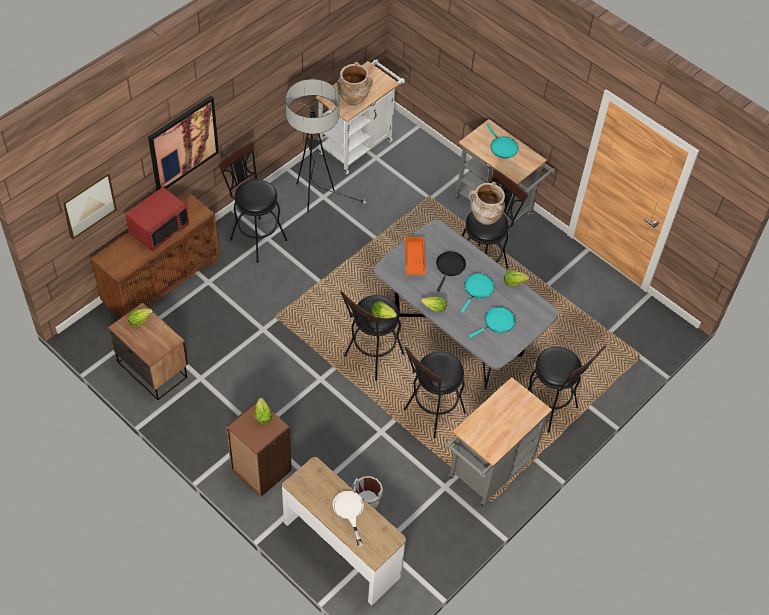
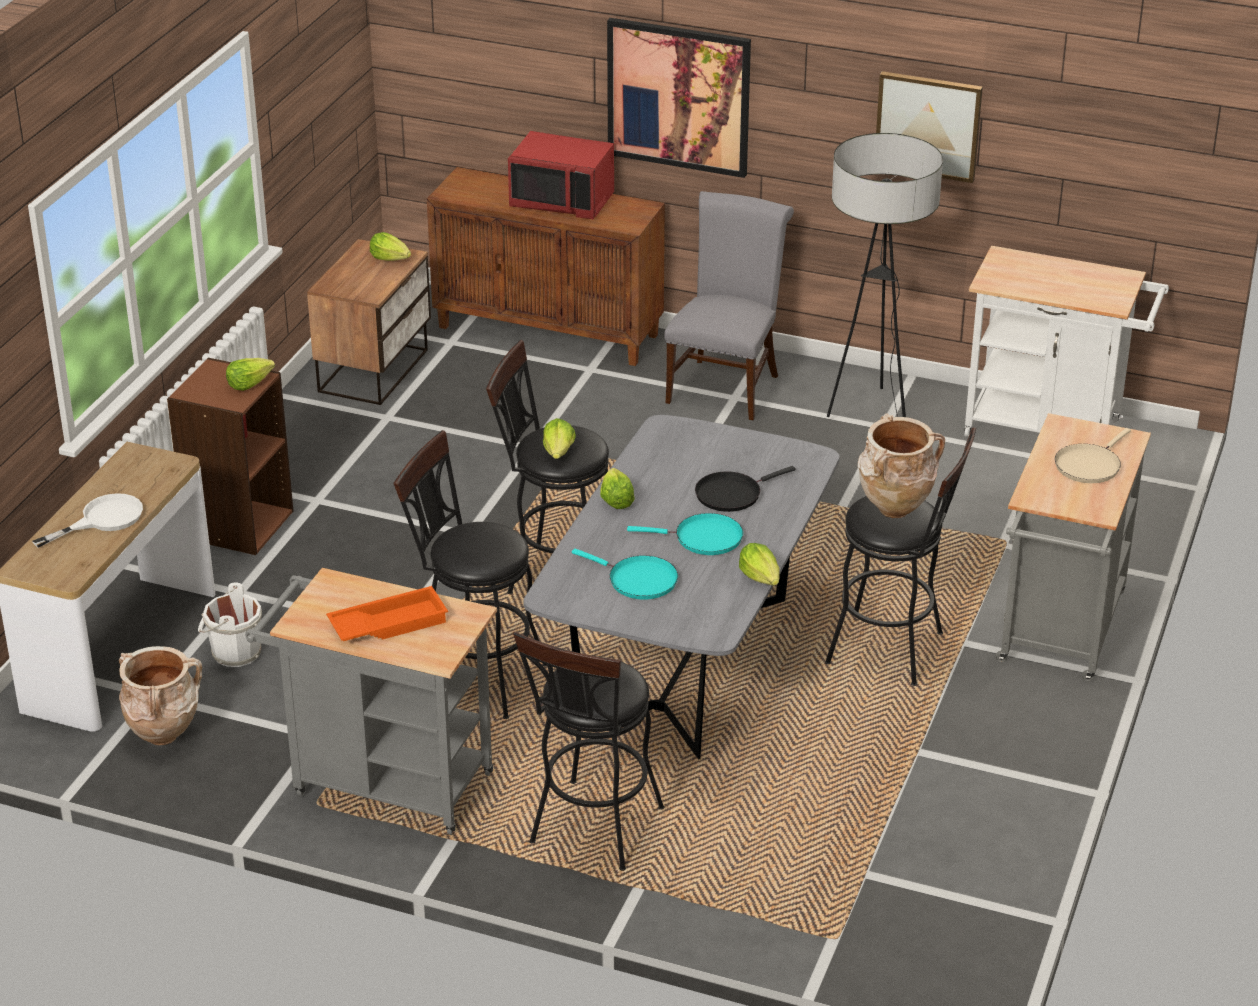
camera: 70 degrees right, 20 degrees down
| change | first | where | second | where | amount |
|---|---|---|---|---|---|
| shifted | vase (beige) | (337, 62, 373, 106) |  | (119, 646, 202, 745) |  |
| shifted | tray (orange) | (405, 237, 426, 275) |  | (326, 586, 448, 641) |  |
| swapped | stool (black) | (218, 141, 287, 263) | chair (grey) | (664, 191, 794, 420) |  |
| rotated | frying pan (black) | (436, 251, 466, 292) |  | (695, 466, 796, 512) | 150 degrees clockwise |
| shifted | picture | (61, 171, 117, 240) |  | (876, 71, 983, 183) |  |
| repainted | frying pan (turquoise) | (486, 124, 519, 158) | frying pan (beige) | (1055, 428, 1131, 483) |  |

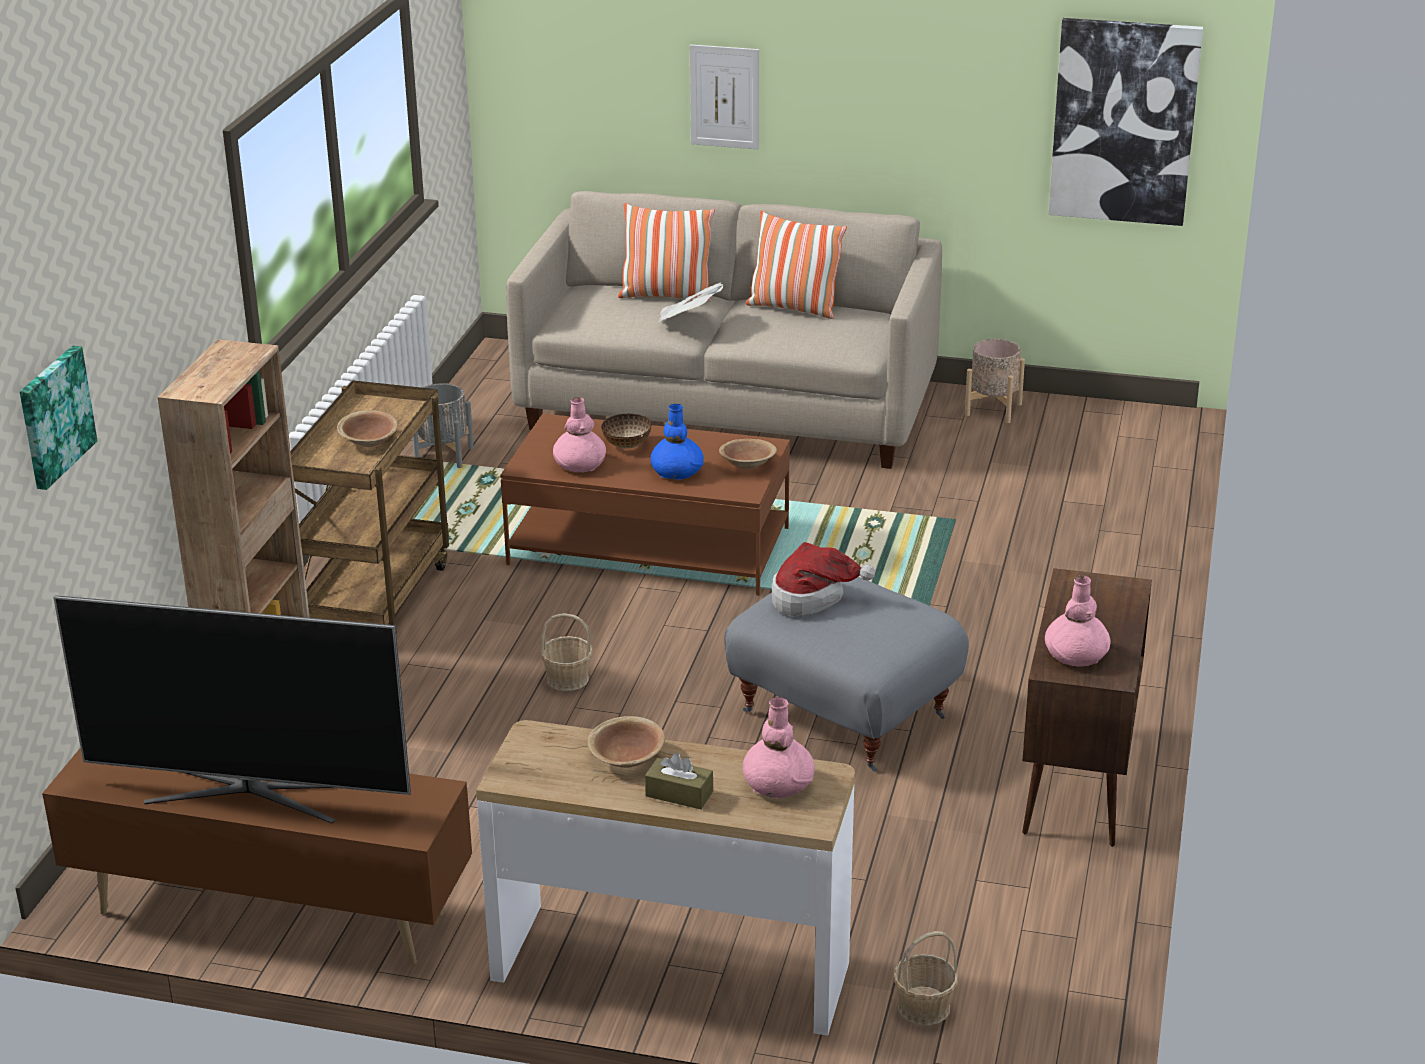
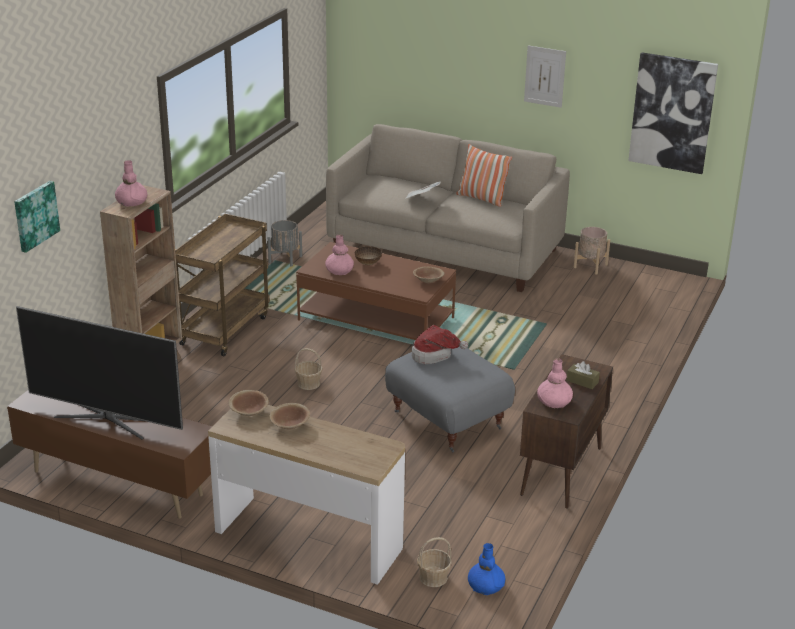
camera: 10 degrees right, 0 degrees up
| change | first | where | second | where | amount |
|---|---|---|---|---|---|
| shifted | vase (pink) | (742, 697, 815, 799) |  | (115, 161, 147, 206) |  |
| shifted | bowl (brown) | (337, 410, 398, 447) |  | (229, 390, 269, 416) |  |
| shifted | vase (blue) | (650, 404, 704, 480) |  | (468, 543, 505, 595) |  |
| shifted | picture | (690, 44, 759, 150) |  | (524, 45, 566, 108) |  |
| shifted | tissue box (brown) | (645, 753, 713, 809) |  | (566, 361, 600, 389) |  |
| gone | pillow | (618, 203, 715, 302) |  |  |  |

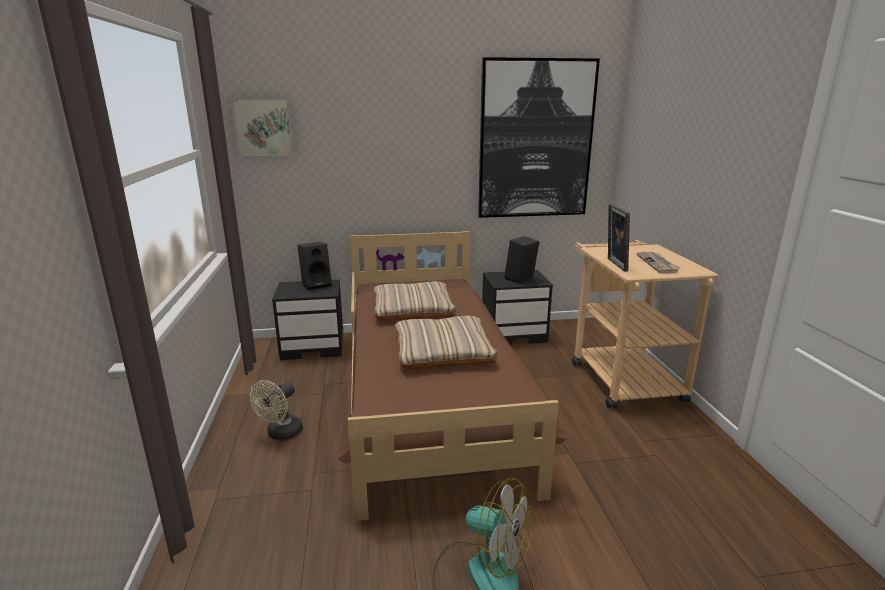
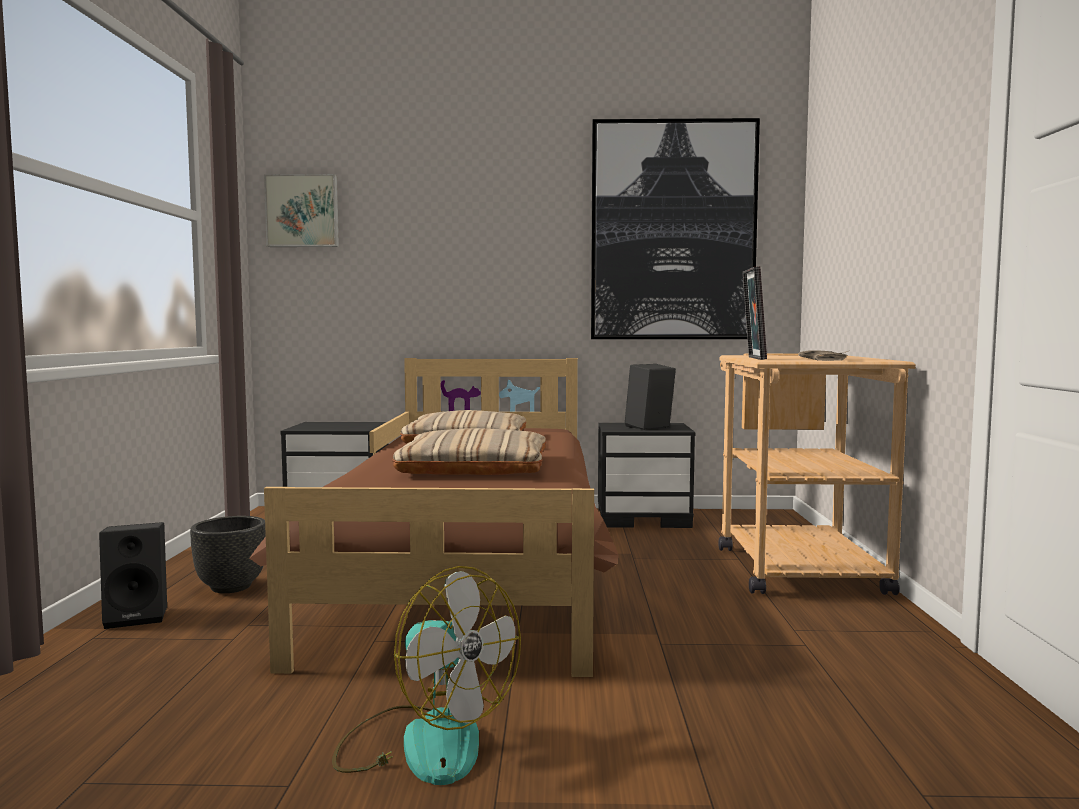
camera: 10 degrees right, 15 degrees down
| change | first | where | second | where | amount |
|---|---|---|---|---|---|
| shifted | speaker (black) | (297, 242, 332, 290) |  | (99, 522, 167, 629) |  |
| swapped | fan (beige) | (250, 380, 303, 440) | planter (black) | (190, 516, 266, 593) |  |

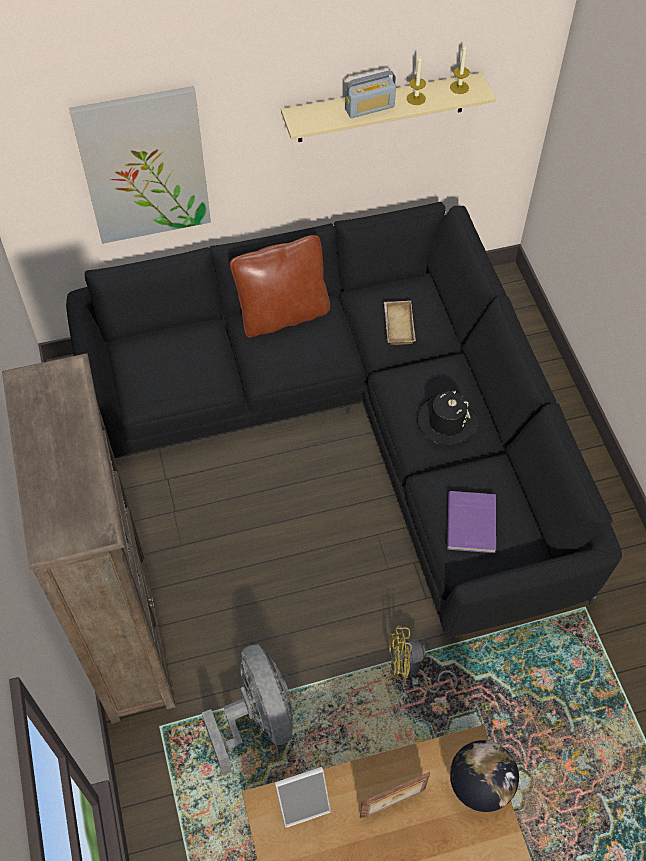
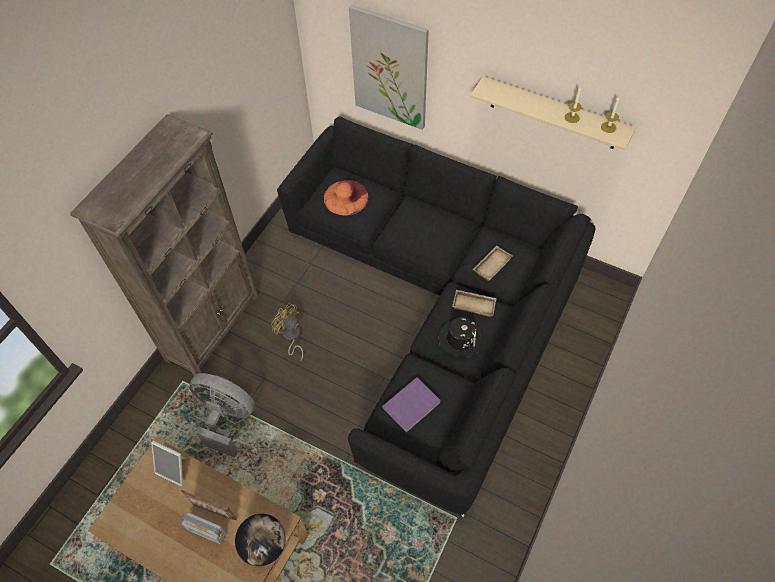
camera: 45 degrees right, 0 degrees up
| change | first | where | second | where | amount |
|---|---|---|---|---|---|
| shifted | radio | (345, 70, 396, 118) |  | (181, 512, 227, 544) |  |
| rotated | fan (grey) | (202, 645, 293, 775) |  | (189, 373, 255, 458) | 90 degrees counterclockwise |
| shifted | fan (yellow) | (389, 625, 458, 693) |  | (271, 303, 303, 361) |  |
| new |  |  | hat (orange) | (324, 180, 369, 216) |  |
| new |  |  | tray (beige) | (452, 290, 497, 317) |  |
| gone | pillow (brown) | (230, 235, 330, 338) |  |  |  |

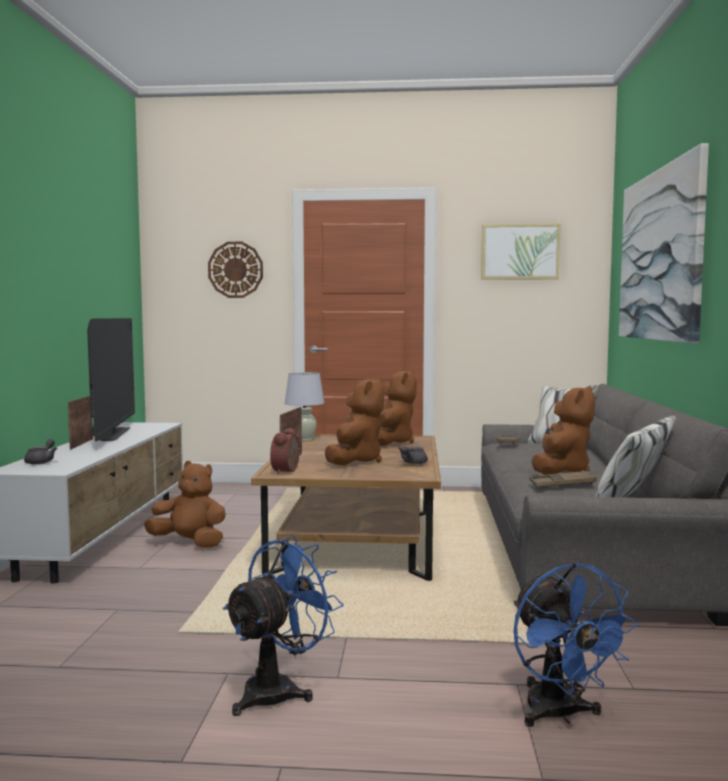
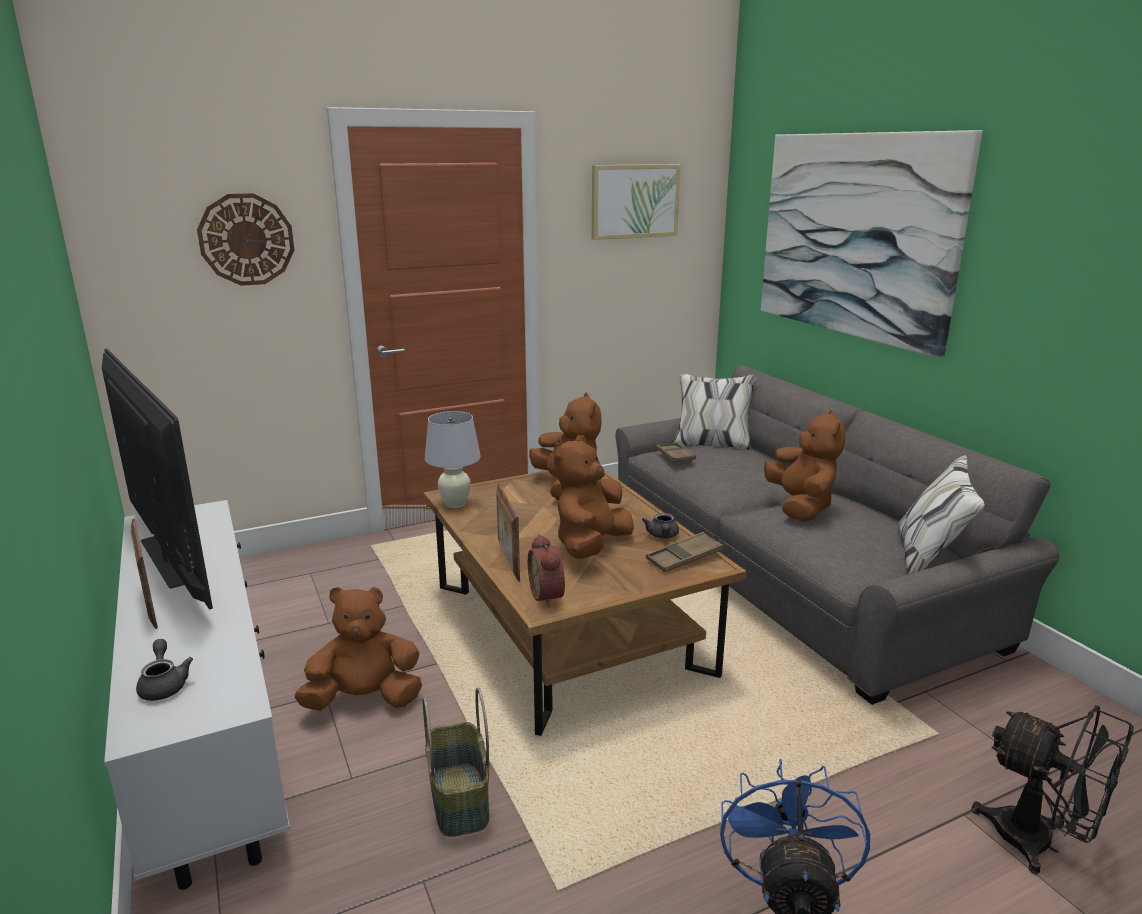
camera: 30 degrees left, 15 degrees up
| change | first | where | second | where | amount |
|---|---|---|---|---|---|
| new |  |  | basket | (423, 688, 490, 837) |  |
| rotated | plush toy (brown) | (325, 377, 385, 466) |  | (554, 435, 634, 559) | 135 degrees counterclockwise |
| shifted | tray (brown) | (530, 471, 597, 487) |  | (646, 532, 723, 572) |  |
| repainted | fan (blue) | (514, 563, 639, 727) | fan (black) | (971, 705, 1134, 874) |  |

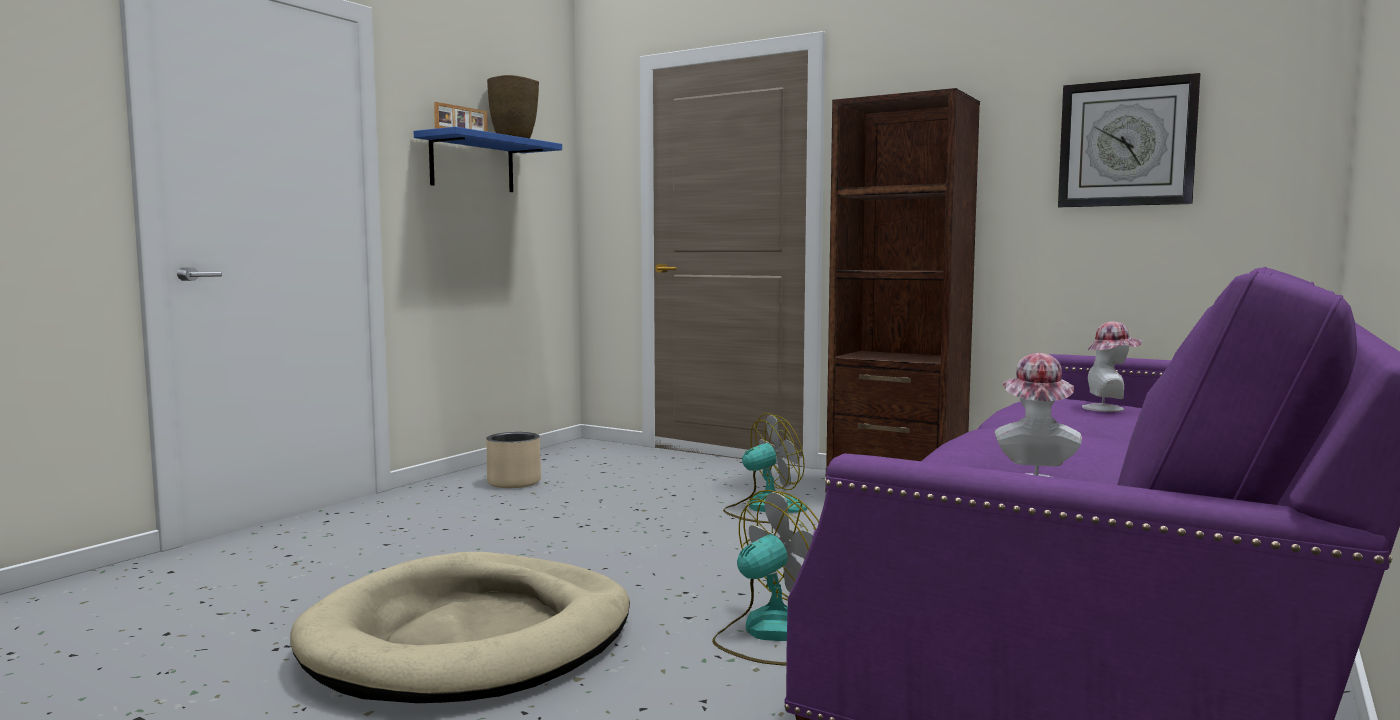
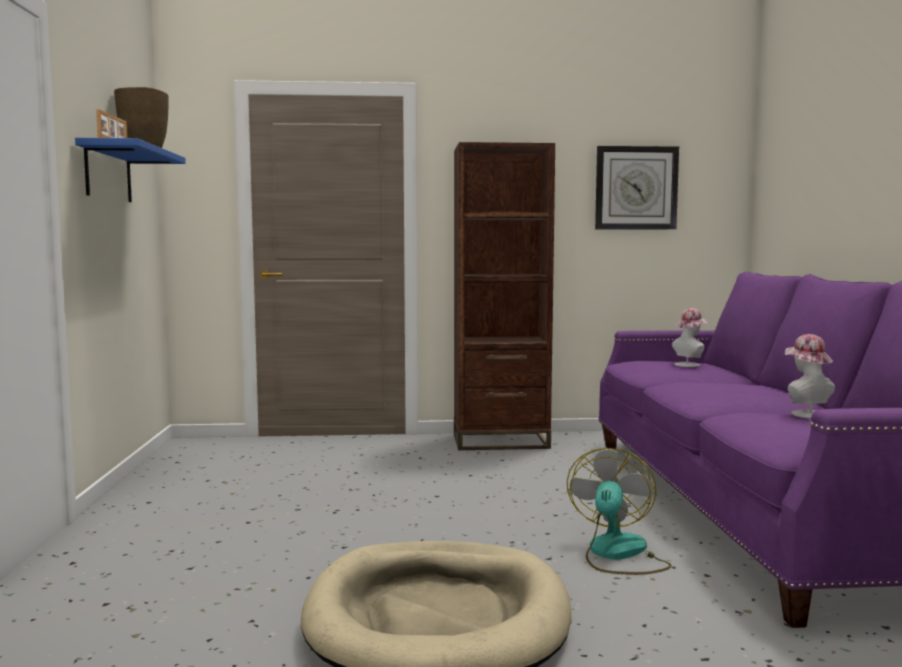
camera: 35 degrees left, 0 degrees up
| change | first | where | second | where | amount |
|---|---|---|---|---|---|
| gone | planter (beige) | (486, 432, 541, 488) |  |  |  |
| gone | fan | (723, 413, 807, 523) |  |  |  |

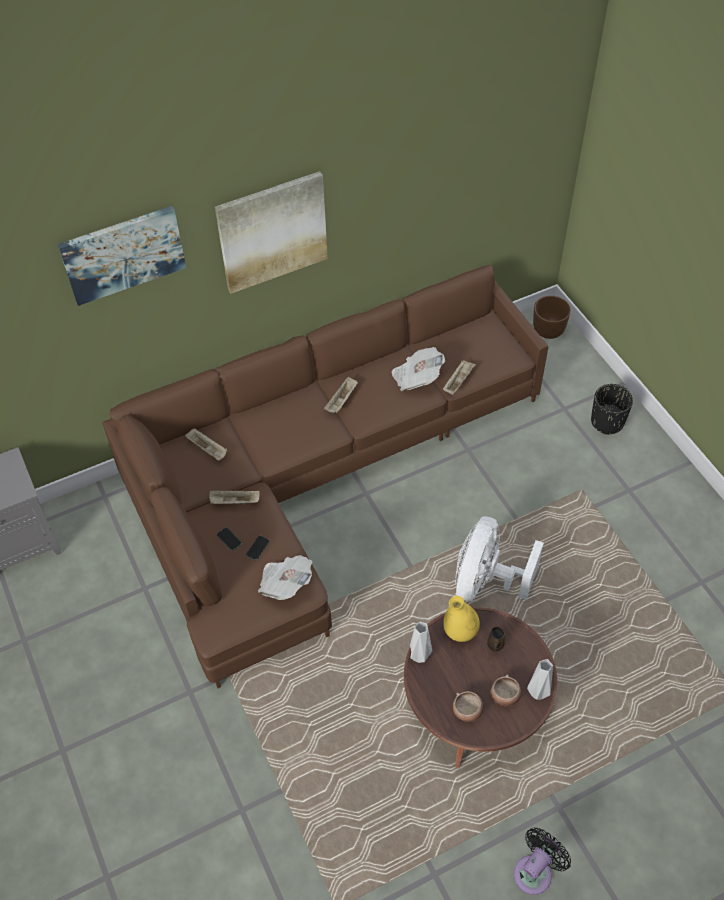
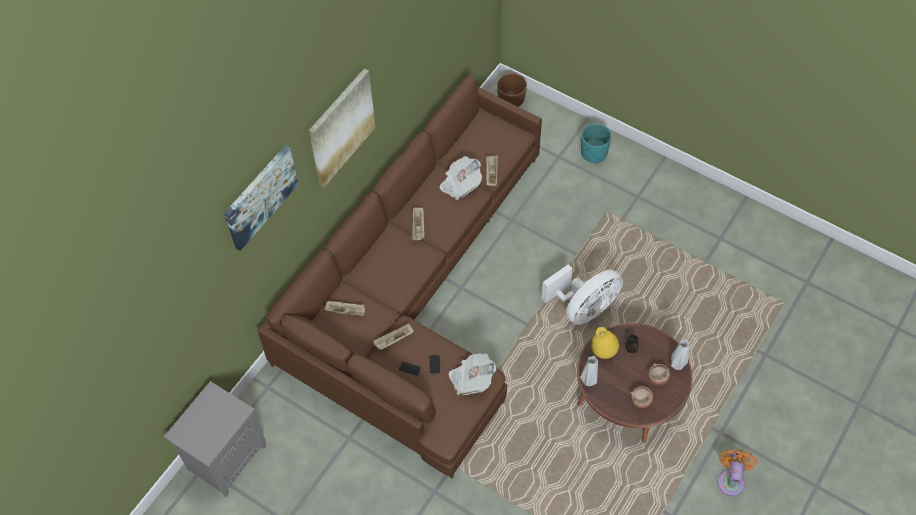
camera: 30 degrees left, 5 degrees up
| change | first | where | second | where | amount |
|---|---|---|---|---|---|
| rotated | fan (white) | (455, 516, 544, 601) |  | (542, 264, 623, 325) | 120 degrees counterclockwise |
| repainted | planter (black) | (591, 384, 633, 435) | planter (turquoise) | (581, 123, 612, 164) |  |
| repainted | fan (black) | (514, 828, 571, 895) | fan (orange) | (717, 449, 757, 496) |  |

